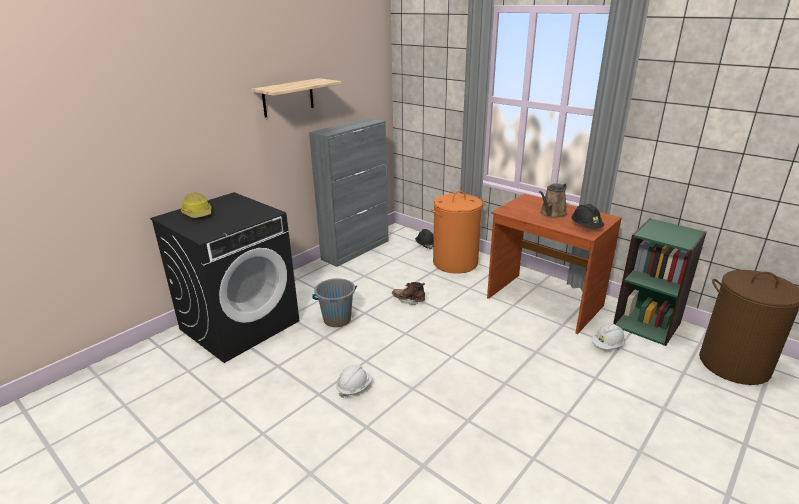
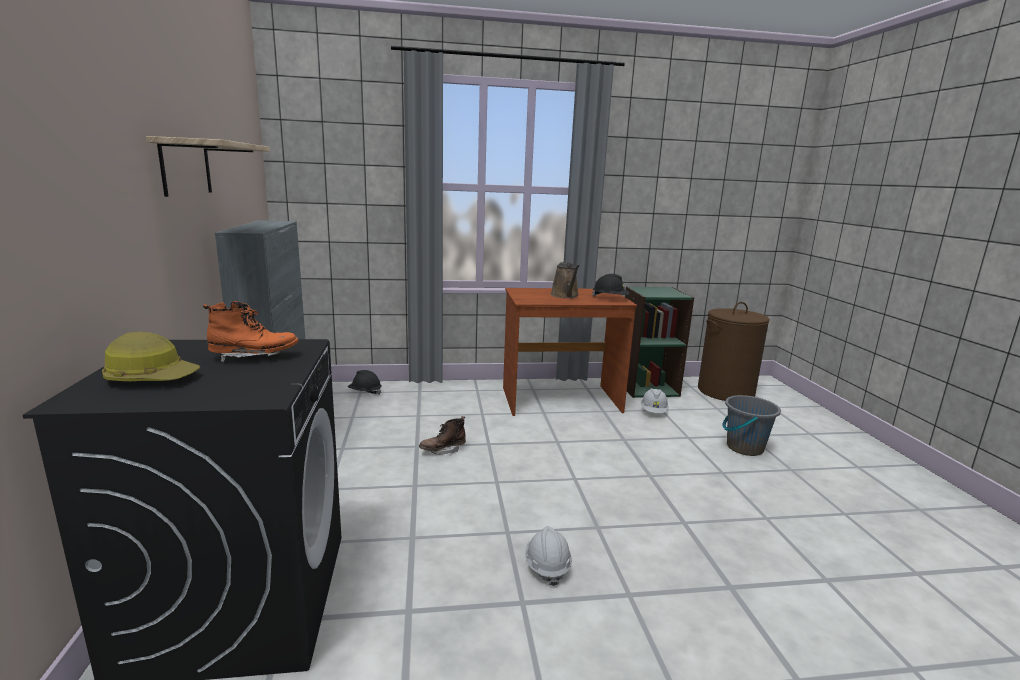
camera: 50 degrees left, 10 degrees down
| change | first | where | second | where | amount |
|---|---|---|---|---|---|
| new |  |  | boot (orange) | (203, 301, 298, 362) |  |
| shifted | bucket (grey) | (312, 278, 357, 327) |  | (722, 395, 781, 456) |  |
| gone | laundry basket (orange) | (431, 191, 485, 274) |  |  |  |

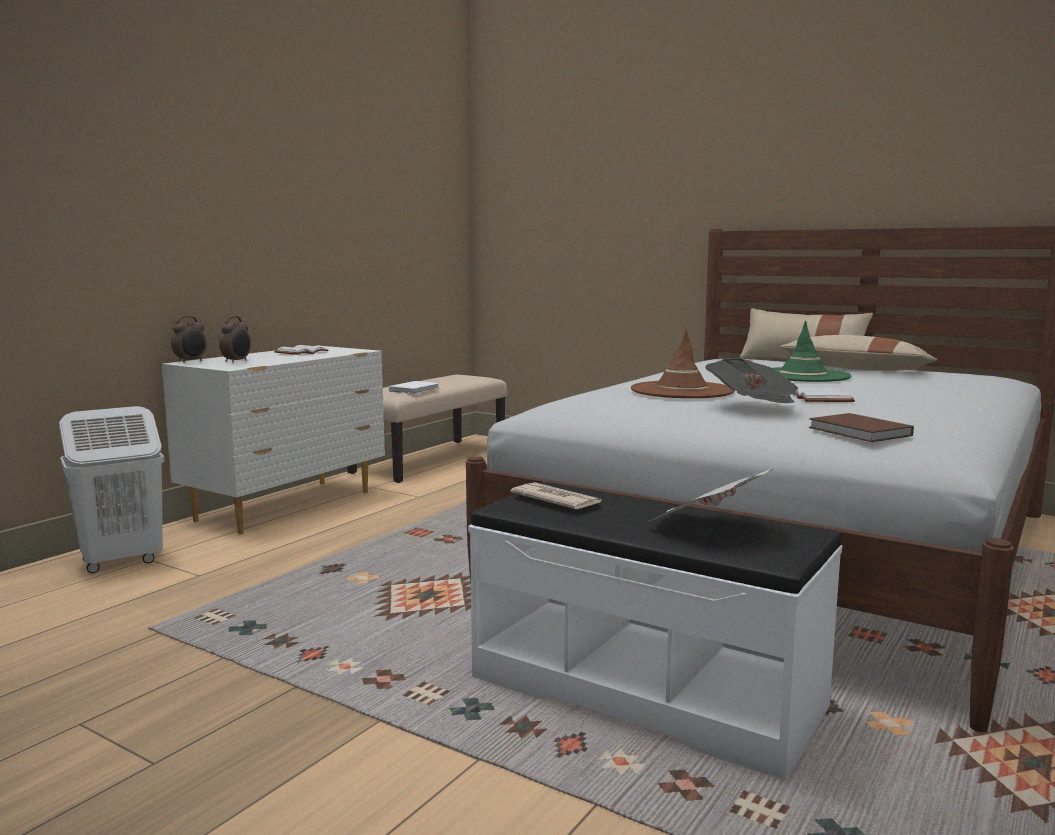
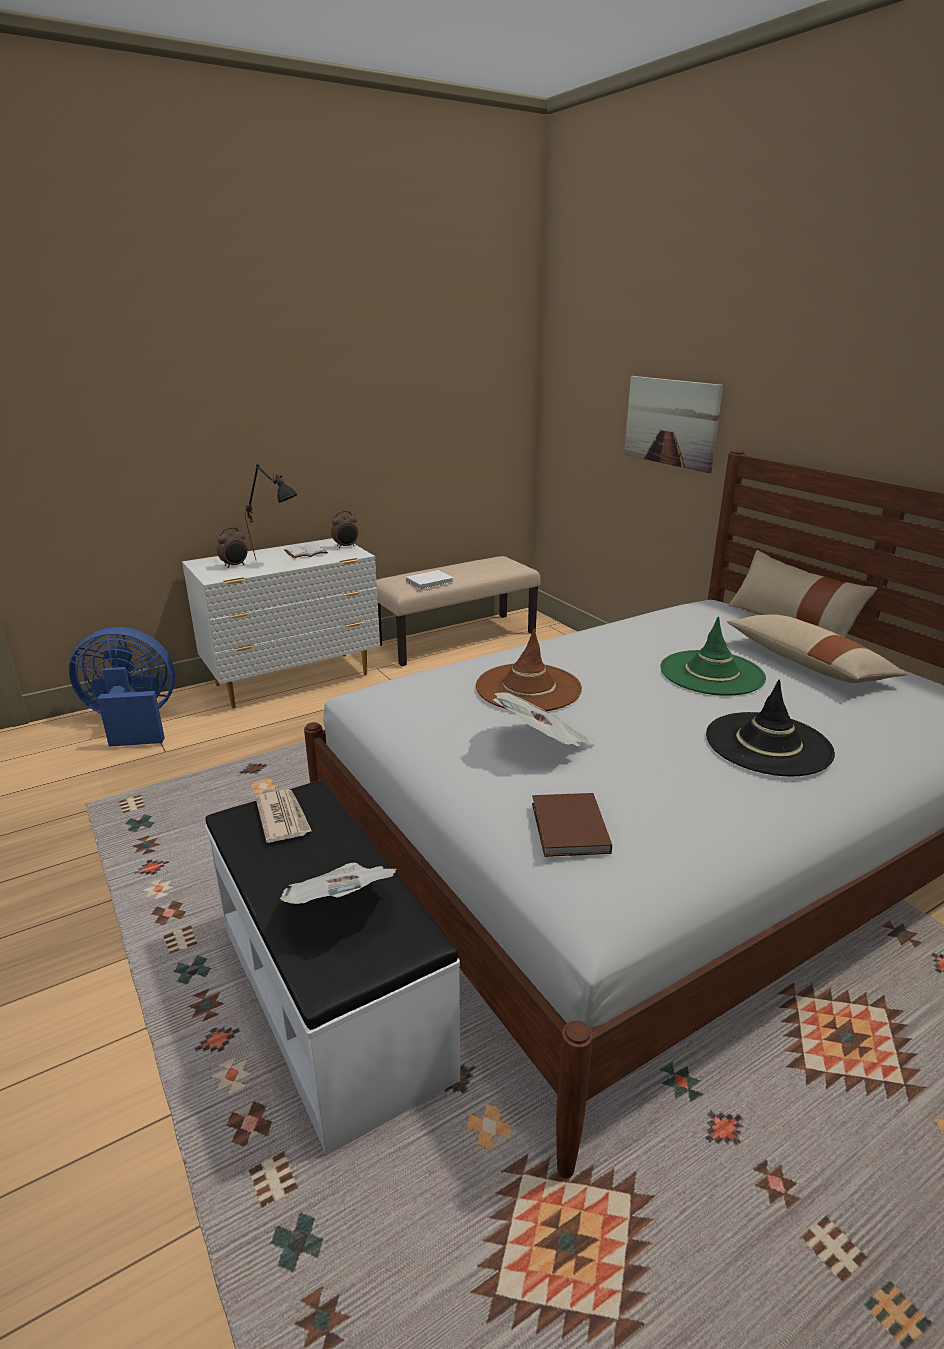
camera: 25 degrees right, 15 degrees up
| change | first | where | second | where | amount |
|---|---|---|---|---|---|
| swapped | laundry basket (white) | (59, 406, 164, 573) | fan (blue) | (69, 627, 175, 747) |  |
| new |  |  | table lamp (black) | (245, 464, 298, 560) |  |
| shifted | alarm clock | (171, 316, 207, 363) |  | (331, 511, 358, 549) |  |
| new |  |  | picture | (624, 376, 723, 473) |  |
| new |  |  | hat (black) | (706, 679, 835, 777) |  |
| gone | book (white) | (795, 388, 855, 402) |  |  |  |

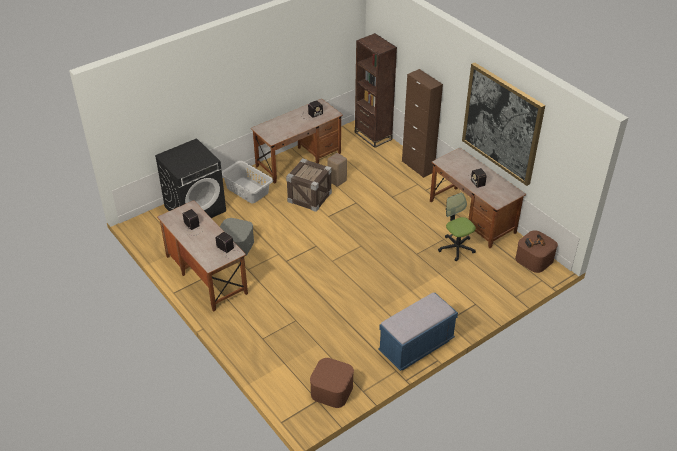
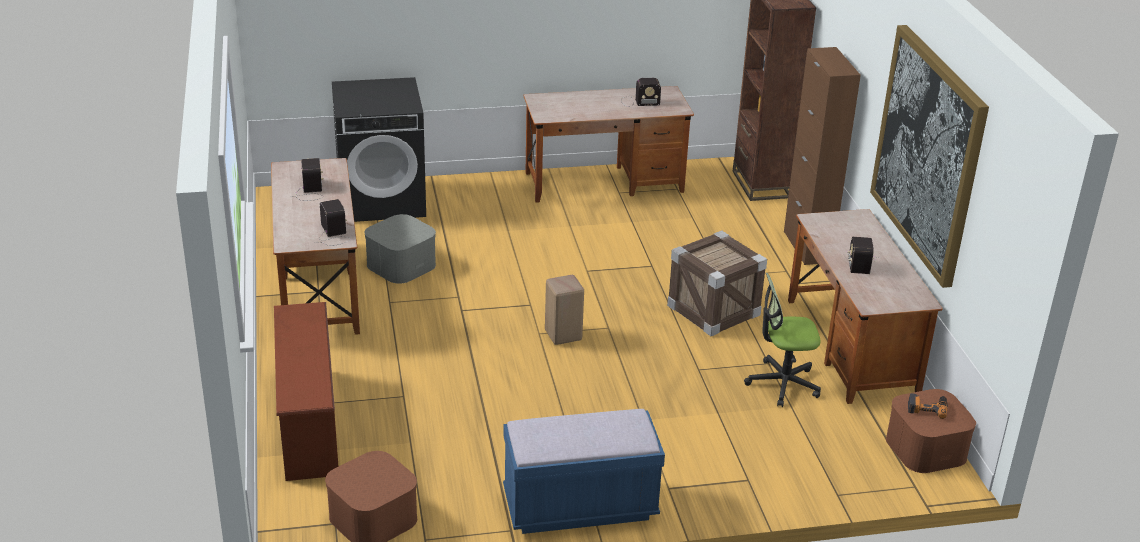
camera: 25 degrees right, 10 degrees down
| change | first | where | second | where | amount |
|---|---|---|---|---|---|
| new |  |  | shoe rack (brown) | (274, 302, 339, 481) |  |
| shifted | stool (beige) | (327, 153, 347, 187) |  | (545, 275, 584, 345) |  |
| shifted | crate | (286, 158, 332, 212) |  | (667, 230, 767, 336) |  |
| rotated | office chair | (438, 193, 476, 261) |  | (744, 273, 821, 407) | 90 degrees counterclockwise |
| gone | laundry basket (grey) | (222, 161, 273, 203) |  |  |  |

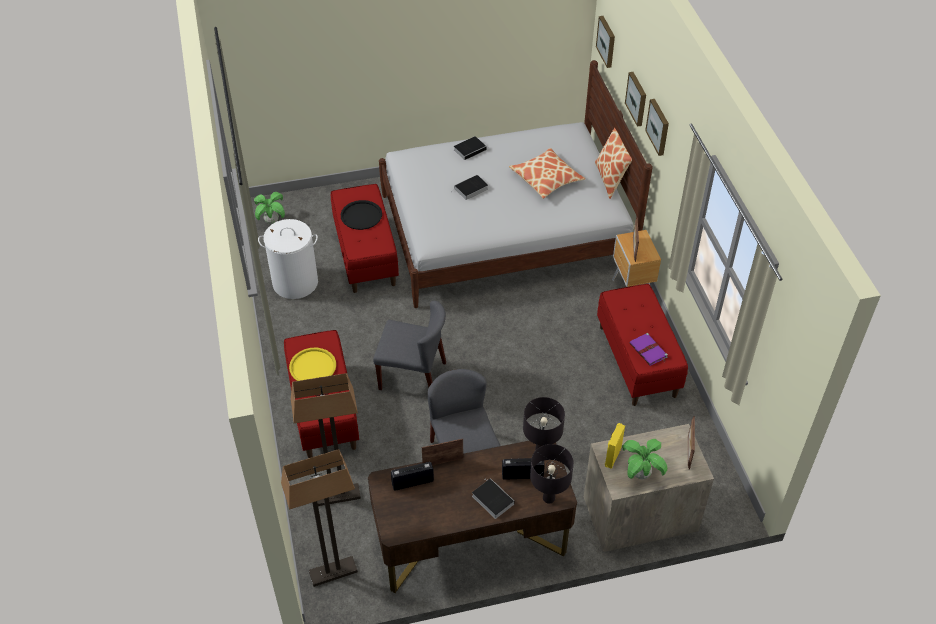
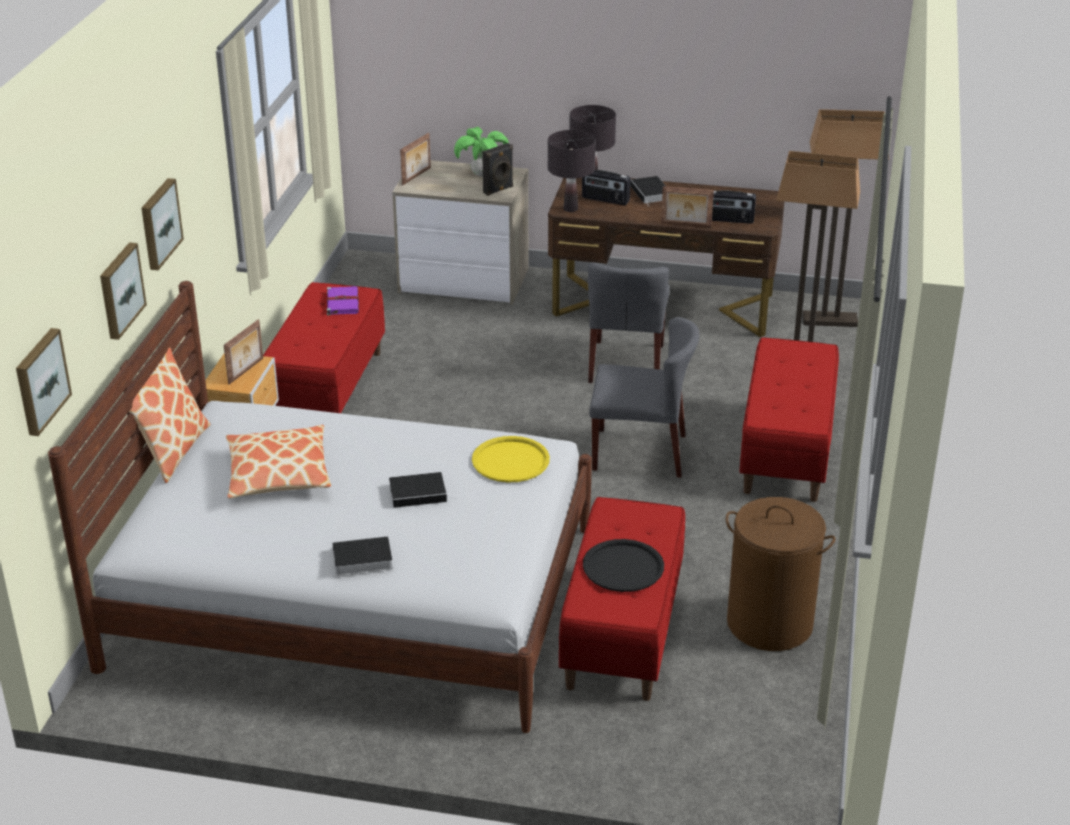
camera: 155 degrees left, 15 degrees down
| change | first | where | second | where | amount |
|---|---|---|---|---|---|
| shifted | tray (yellow) | (289, 348, 336, 381) |  | (472, 436, 550, 482) |  |
| repainted | speaker (yellow) | (605, 423, 625, 469) | speaker (black) | (482, 143, 513, 196) |  |
| rotated | chair (grey) | (373, 301, 446, 390) |  | (589, 317, 700, 478) | 150 degrees clockwise |
| repainted | laundry basket (white) | (258, 219, 318, 299) | laundry basket (brown) | (726, 497, 835, 651) |  |
| gone | potted plant | (254, 192, 285, 224) |  |  |  |

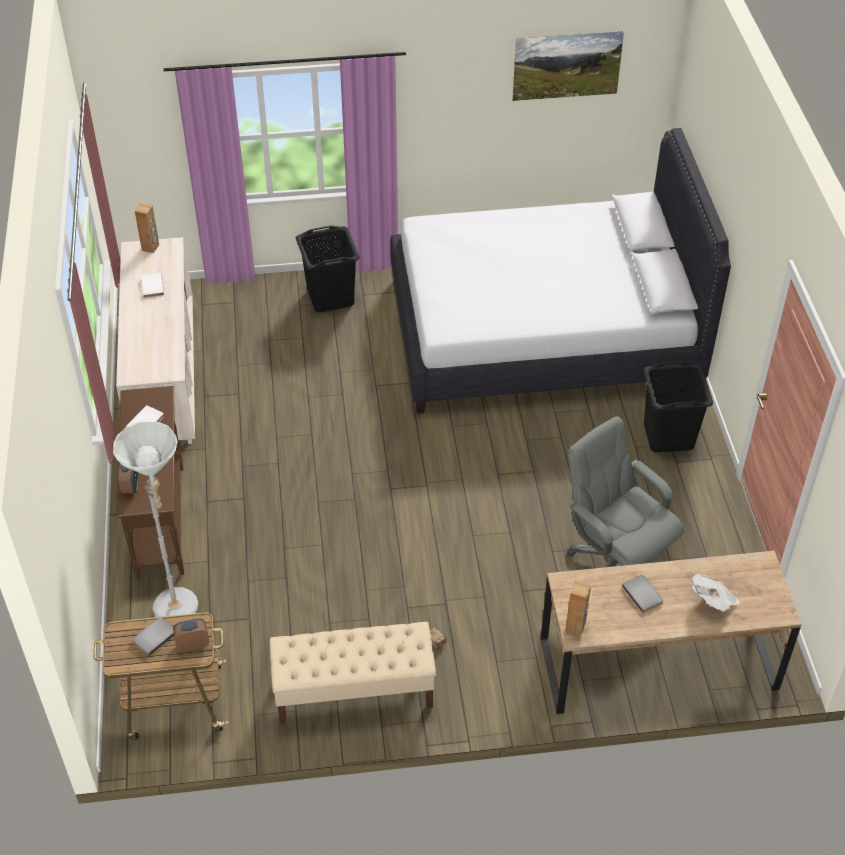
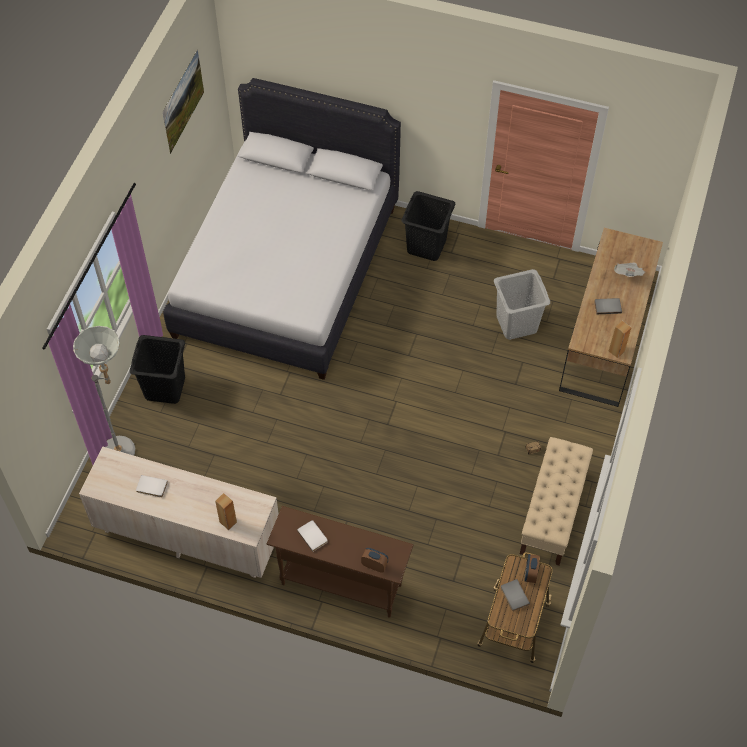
camera: 65 degrees left, 10 degrees up
| change | first | where | second | where | amount |
|---|---|---|---|---|---|
| shifted | floor lamp (grey) | (113, 421, 198, 617) |  | (73, 326, 136, 455) |  |
| shifted | speaker (brown) | (135, 203, 159, 253) |  | (215, 493, 237, 530) |  |
| swapped | office chair (grey) | (567, 416, 684, 567) | laundry basket (grey) | (494, 269, 550, 340) |  |

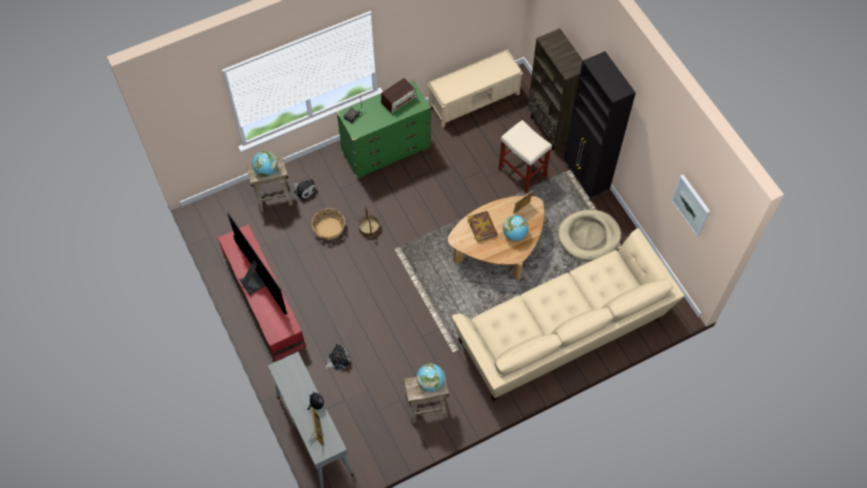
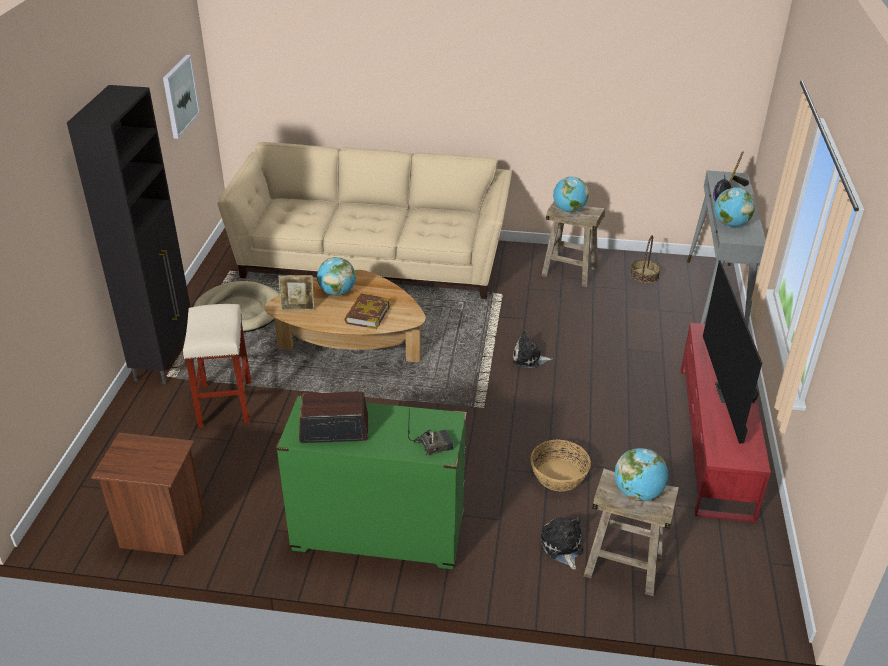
camera: 145 degrees left, 25 degrees down
| change | first | where | second | where | amount |
|---|---|---|---|---|---|
| swapped | bench (beige) | (428, 49, 523, 127) | nightstand (brown) | (91, 433, 205, 556) |  |
| shifted | plush toy | (325, 344, 351, 370) |  | (513, 330, 553, 368) |  |
| shifted | basket | (358, 206, 380, 237) |  | (630, 235, 661, 284) |  |
| new |  |  | globe | (714, 187, 755, 227) |  |
| gone | bookcase (brown) | (528, 28, 583, 150) |  |  |  |

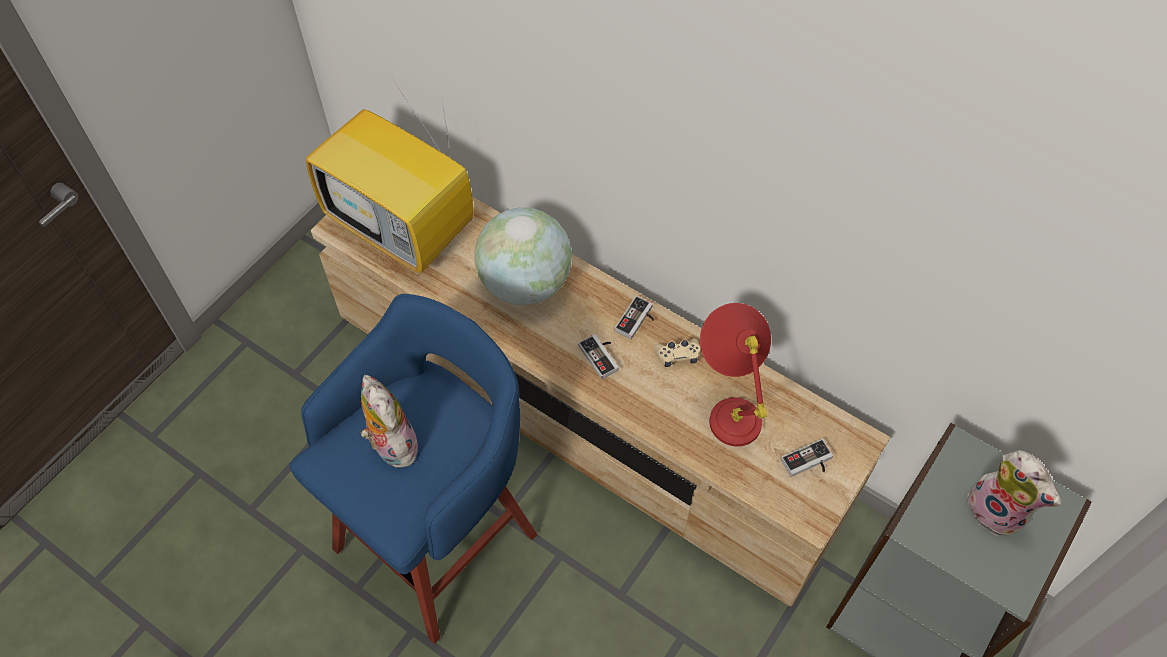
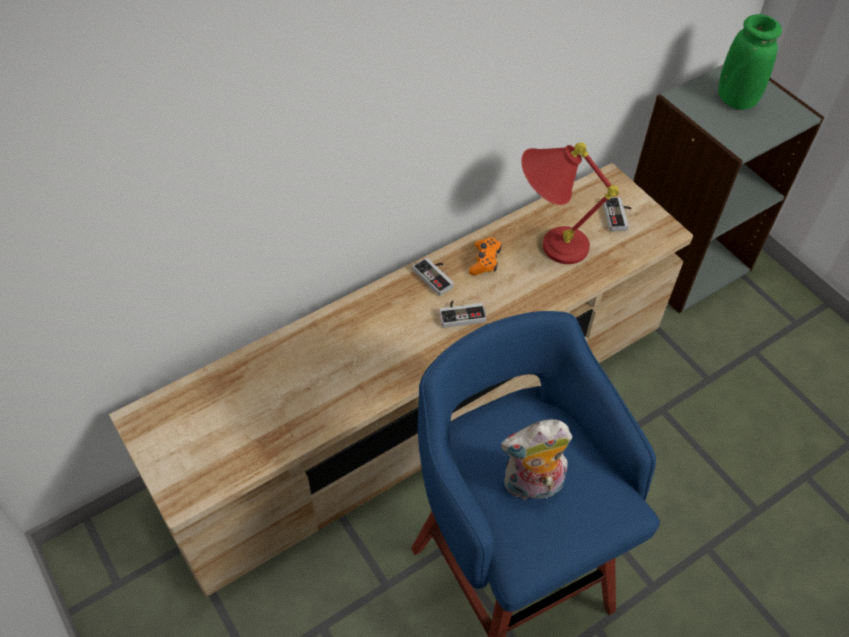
camera: 70 degrees left, 5 degrees down
| change | first | where | second | where | amount |
|---|---|---|---|---|---|
| repainted | game controller (beige) | (654, 339, 700, 367) | game controller (orange) | (469, 238, 502, 275) |  |
| swapped | plush toy | (965, 450, 1061, 536) | vase (green) | (718, 14, 782, 110) |  |
| gone | television | (306, 82, 473, 273) |  |  |  |
| gone | globe | (474, 207, 572, 305) |  |  |  |

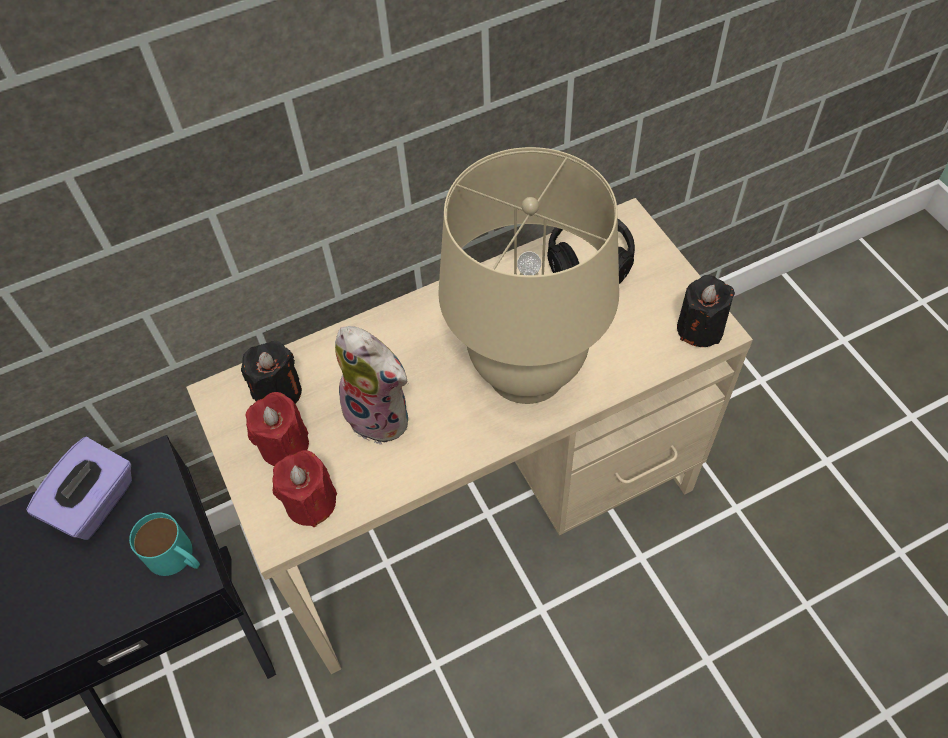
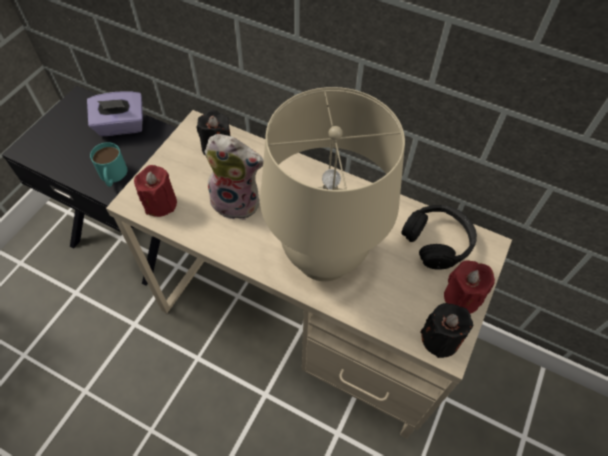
camera: 50 degrees right, 0 degrees up
| change | first | where | second | where | amount |
|---|---|---|---|---|---|
| rotated | plush toy | (335, 326, 409, 445) |  | (205, 134, 264, 220) | 75 degrees counterclockwise |
| shifted | candle (red) | (245, 392, 309, 466) |  | (444, 260, 495, 314) |  |

